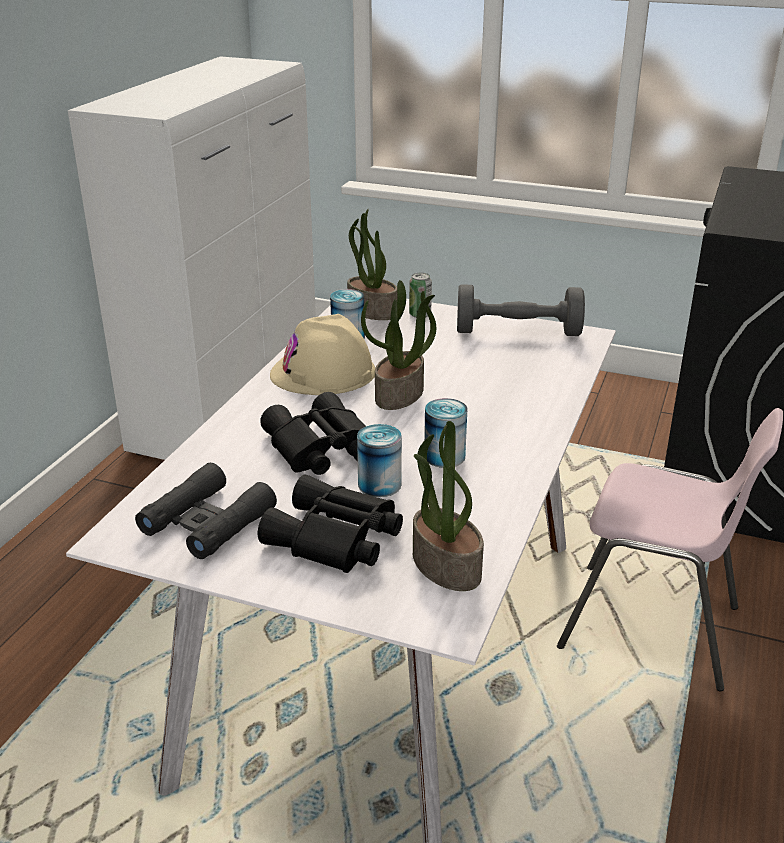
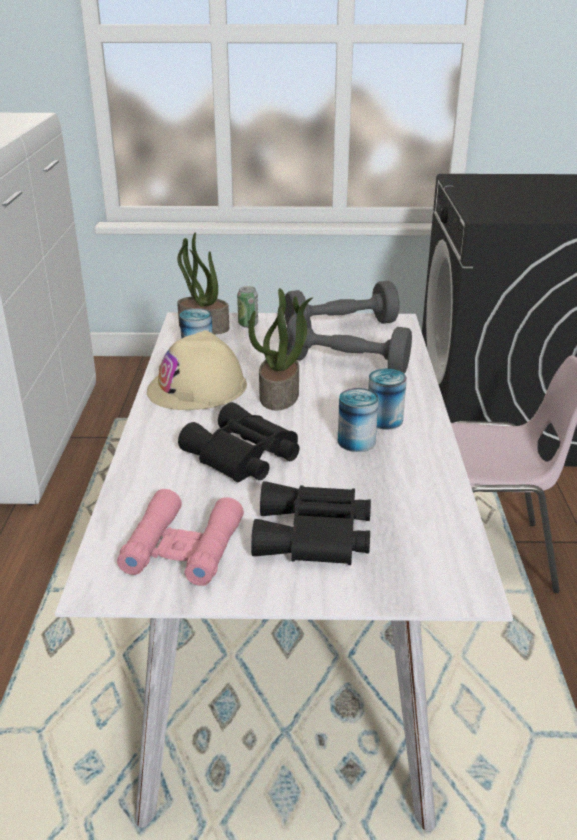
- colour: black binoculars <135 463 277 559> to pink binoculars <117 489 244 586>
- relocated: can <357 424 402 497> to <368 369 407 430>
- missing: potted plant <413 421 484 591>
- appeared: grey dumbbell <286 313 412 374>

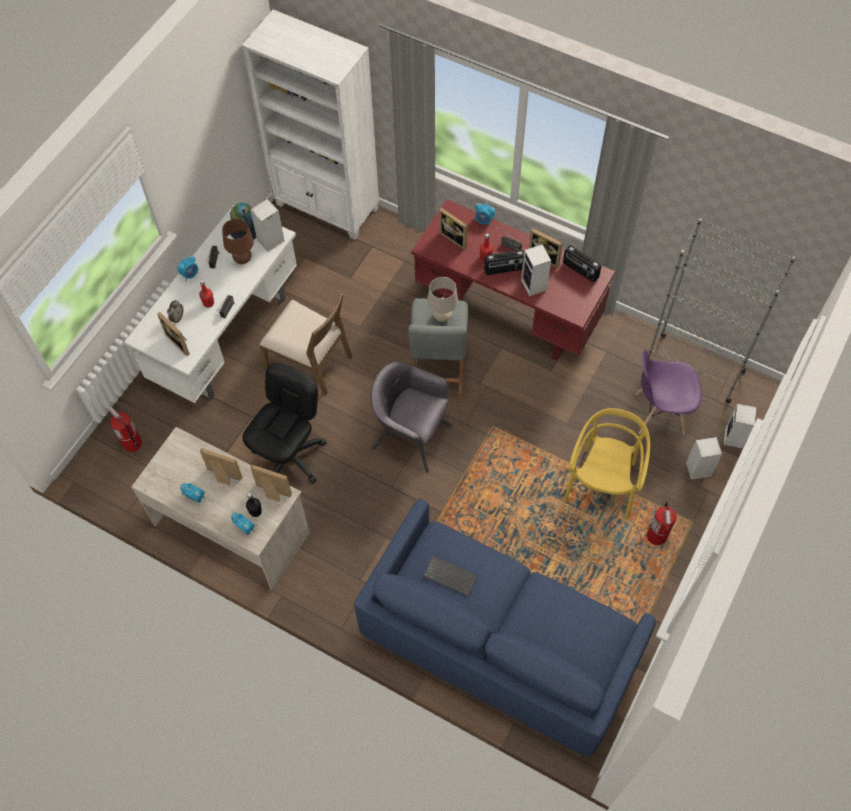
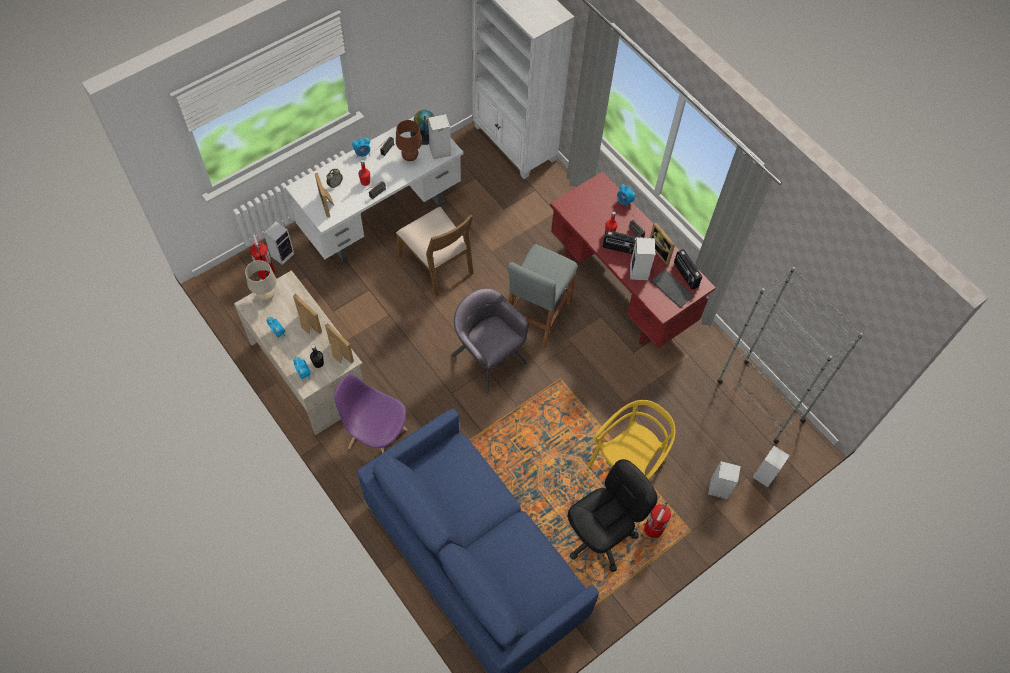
- relocated: black office chair <242 363 327 484> to <567 459 657 572>
- relocated: keyboard <423 556 478 597> to <651 269 694 308>
- relocated: beige table lamp <427 277 458 322> to <245 260 276 301>
- missing: picture frame <439 208 468 250>
- relocated: purple chair <635 349 702 434> to <334 374 407 453>
- appeared: speaker <264 221 295 265>

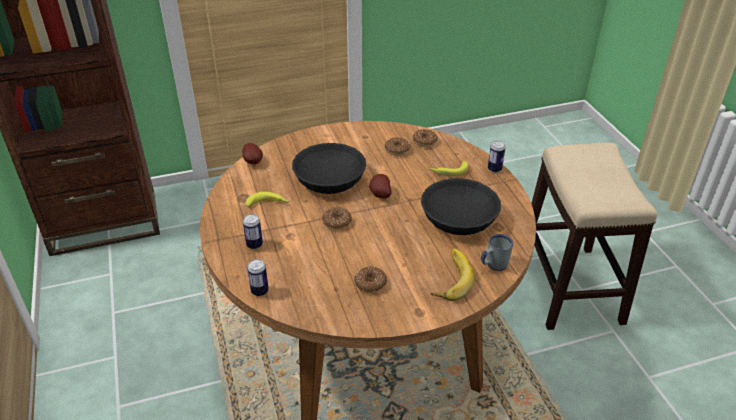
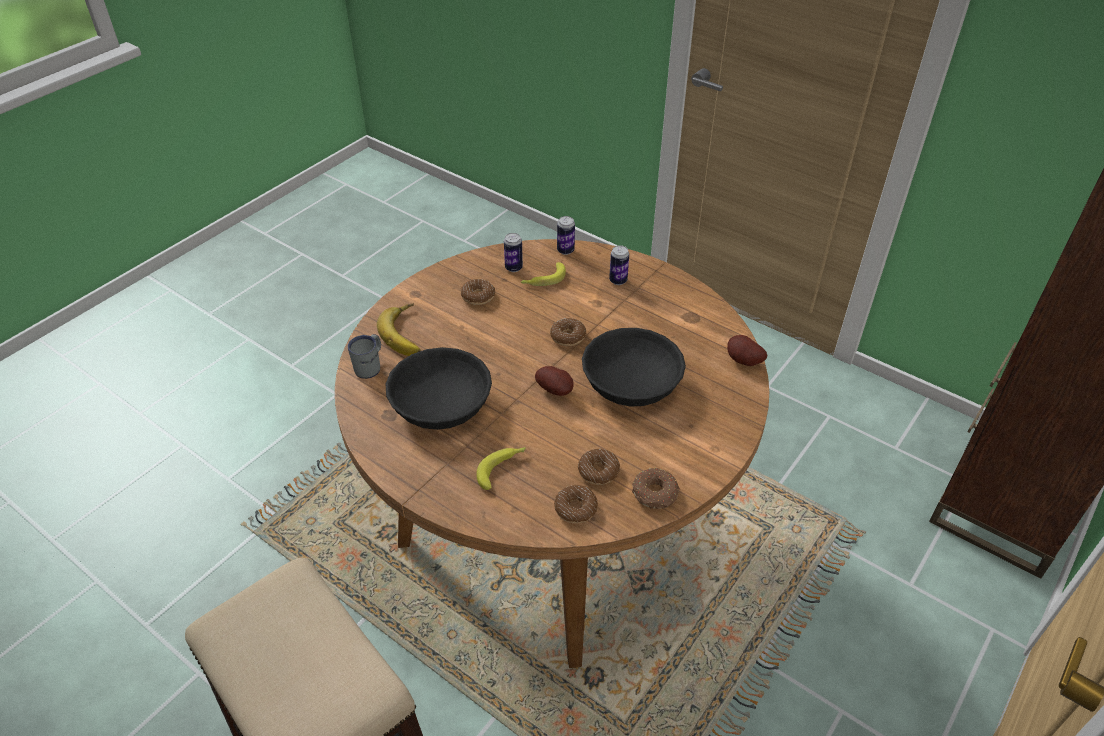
- relocated: banana <246 192 290 207> to <521 262 566 286>
- relocated: can <488 141 505 173> to <504 233 523 272>
- appeared: donut <632 467 680 509>

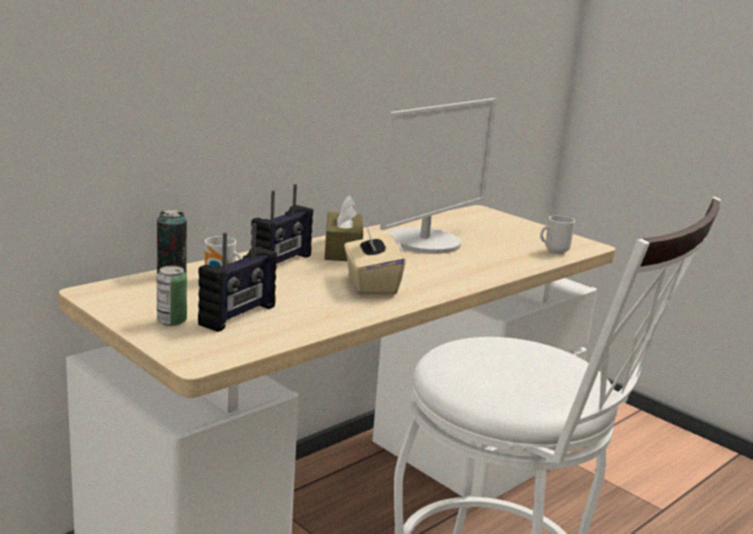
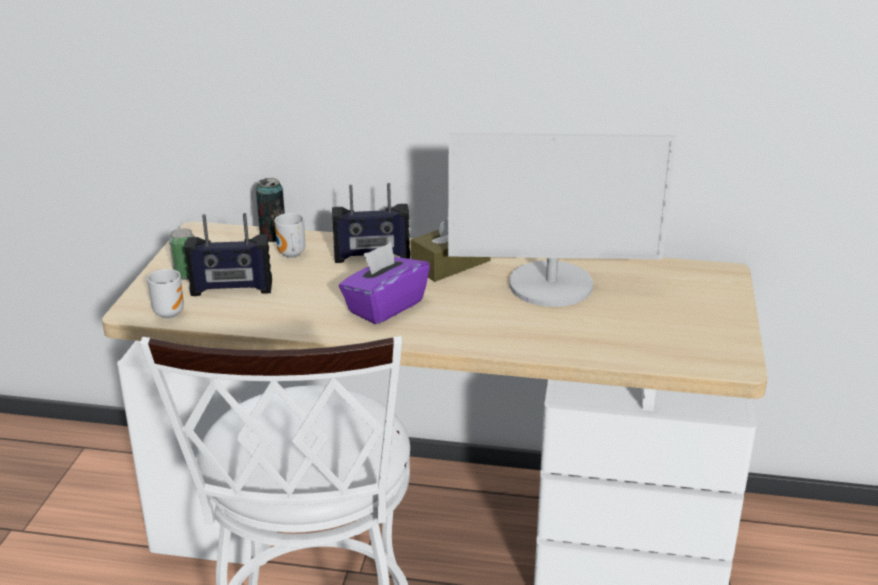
- colour: beige tissue box <344 224 405 295> to purple tissue box <339 242 430 324>
- relocated: mug <540 216 575 254> to <147 269 184 318>

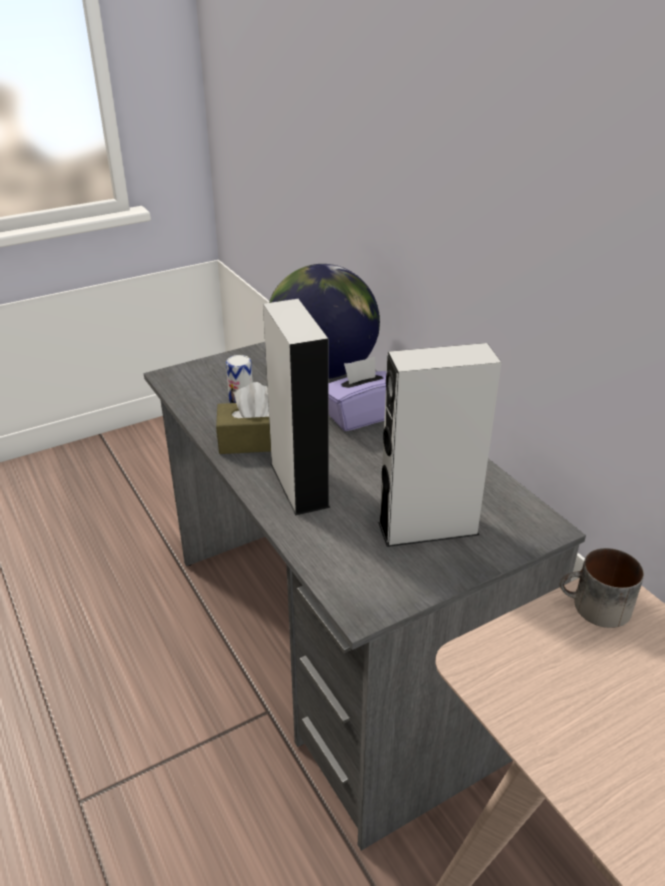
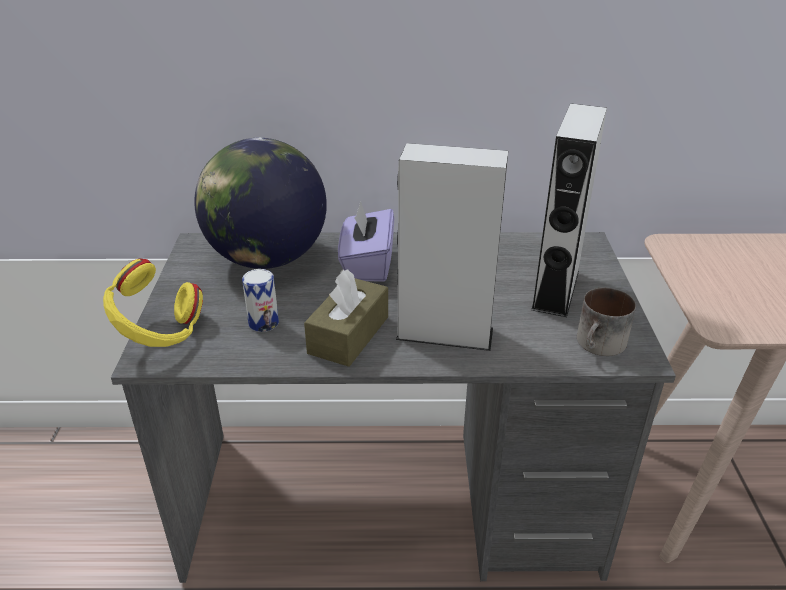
- relocated: mug <560 548 644 628> to <577 287 636 356>
- appeared: yellow headphones <103 258 203 347>

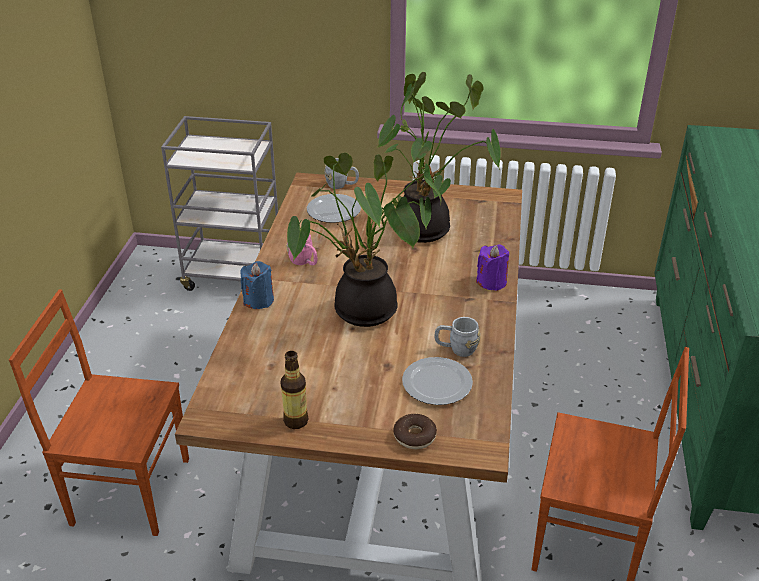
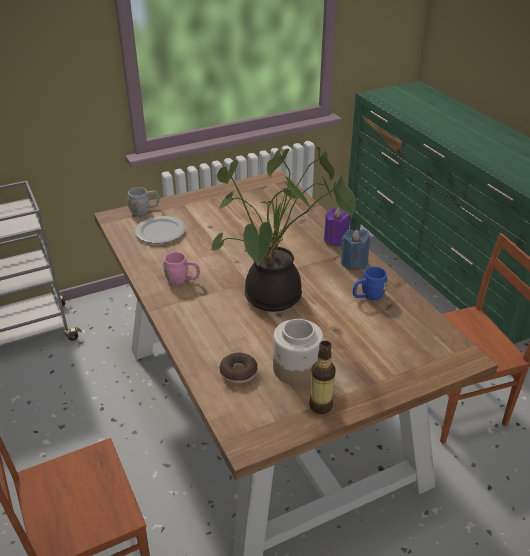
- relocated: blue candle <241 261 274 309> to <341 229 370 270>
- missing: potted plant <377 72 501 243>
- relocated: donut <393 414 437 449> to <219 353 258 383>
- missing: plate <402 357 473 405>
- colour: grey mug <435 317 480 357> to blue mug <353 266 388 300>
- appeared: jar <273 319 323 386>

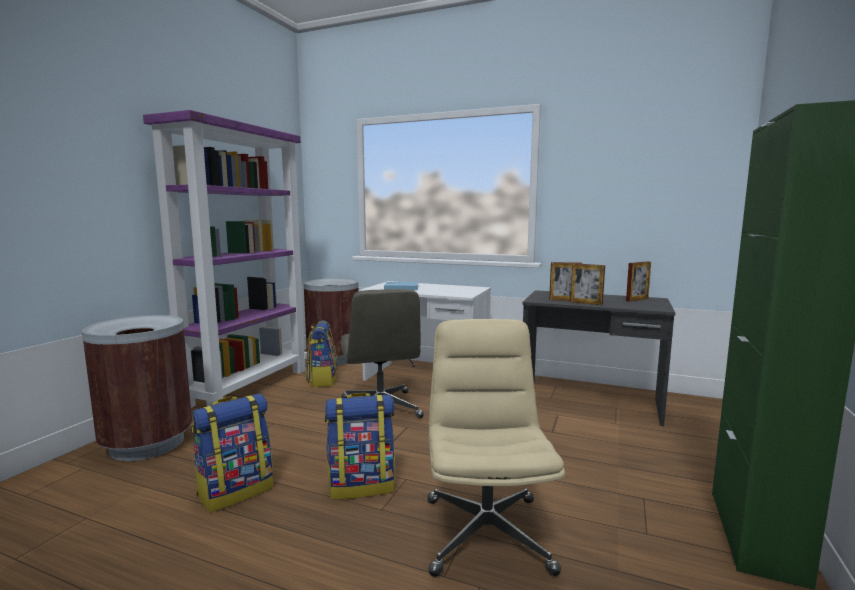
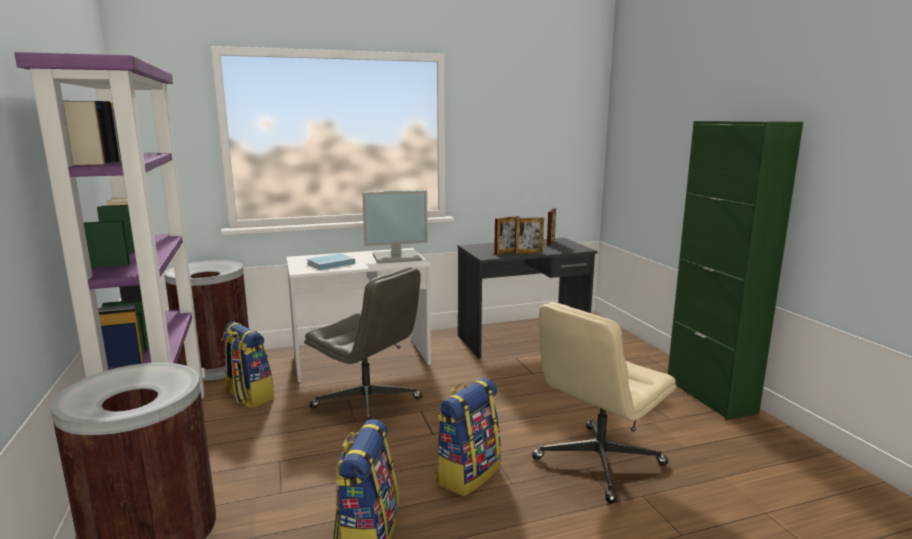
- spun: beige office chair <427 319 565 577> = <532 302 676 503> 90 degrees counterclockwise
- appeared: monitor <362 190 428 264>

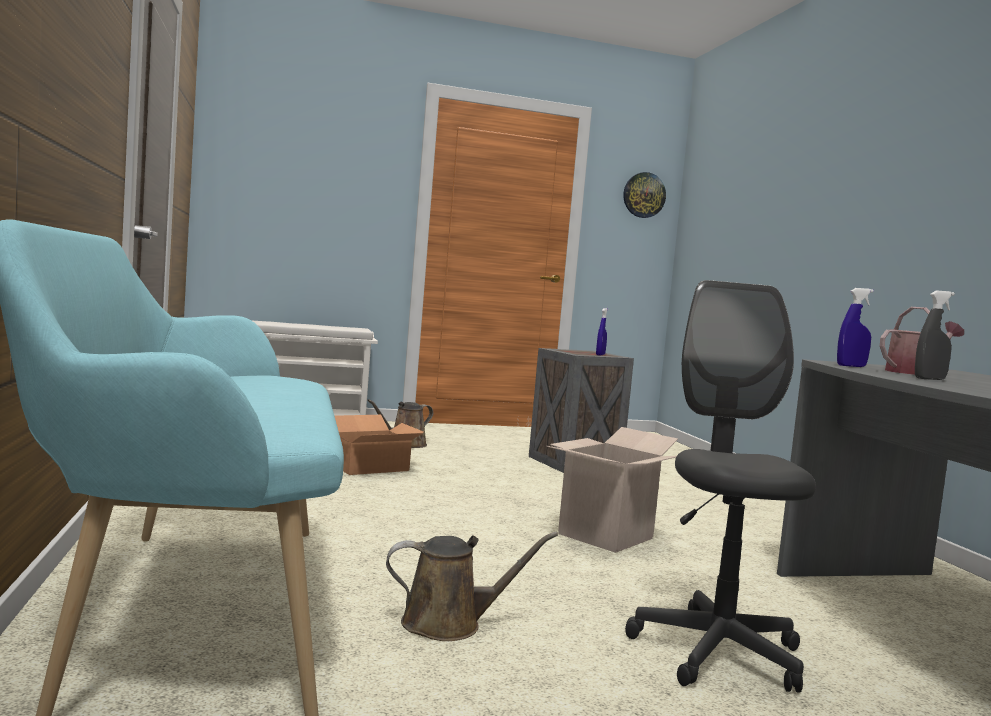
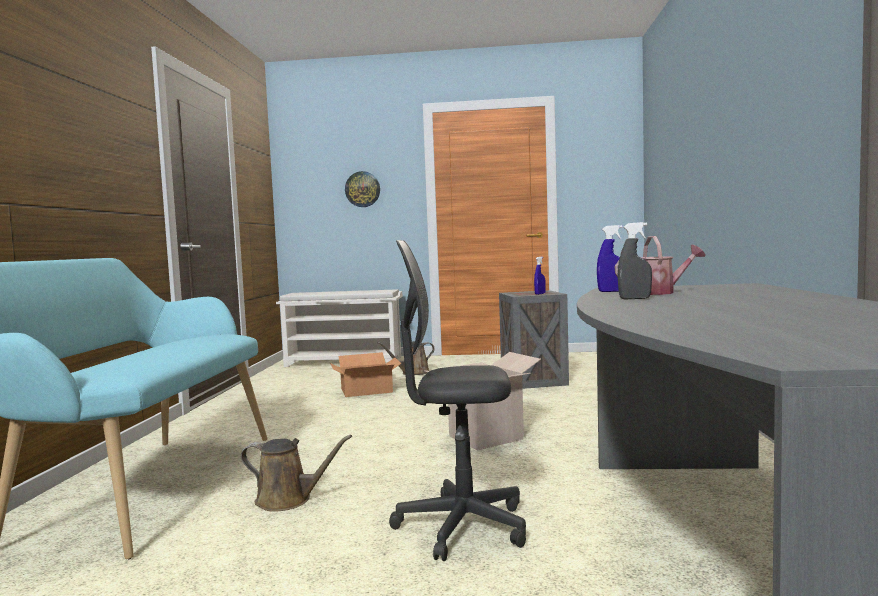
- relocated: wall clock <623 172 666 218> to <345 171 380 207>
- spun: grey office chair <625 280 816 693> = <389 240 526 561> 105 degrees counterclockwise

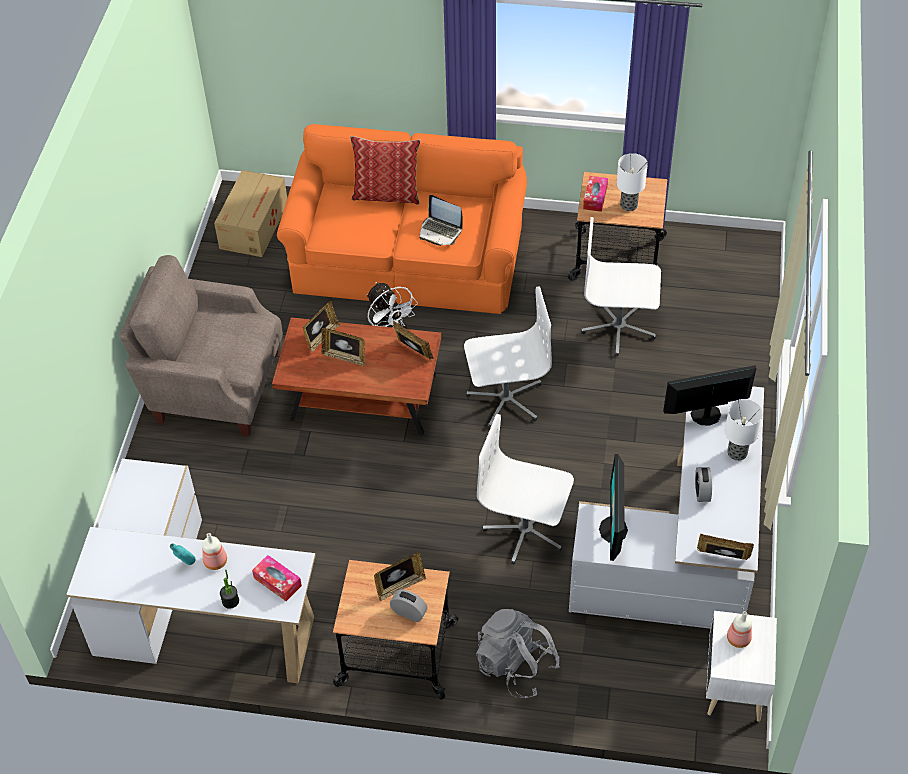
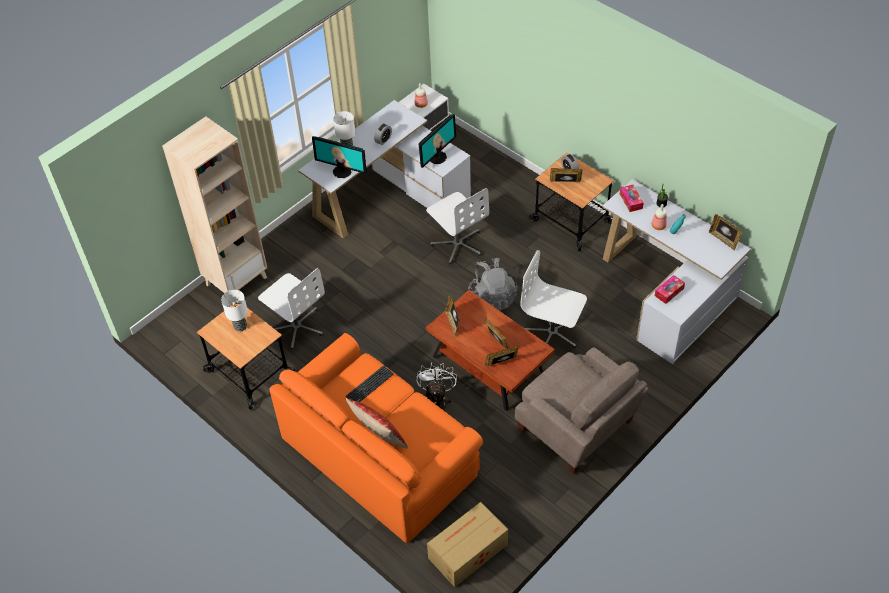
- exchanged: laptop <419 195 463 246> to keyboard <345 365 394 402>
- relocated: white office chair <464 287 552 428> to <520 250 587 348>
- relocated: grey backpack <476 609 560 698> to <468 258 517 311>
- relocated: tissue box <583 176 608 212> to <655 275 685 304>
- relocated: picture frame <697 534 754 560> to <709 214 741 250>
- appeared: beige bookcase <162 117 267 293>

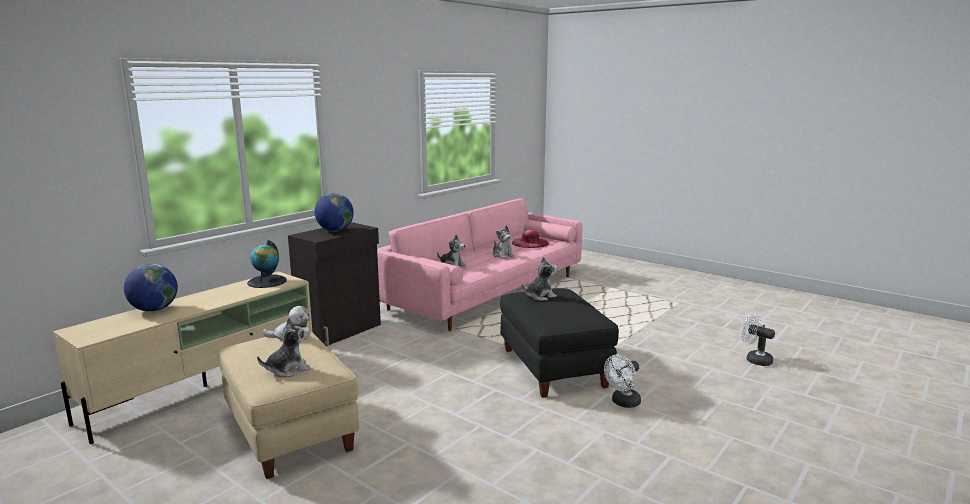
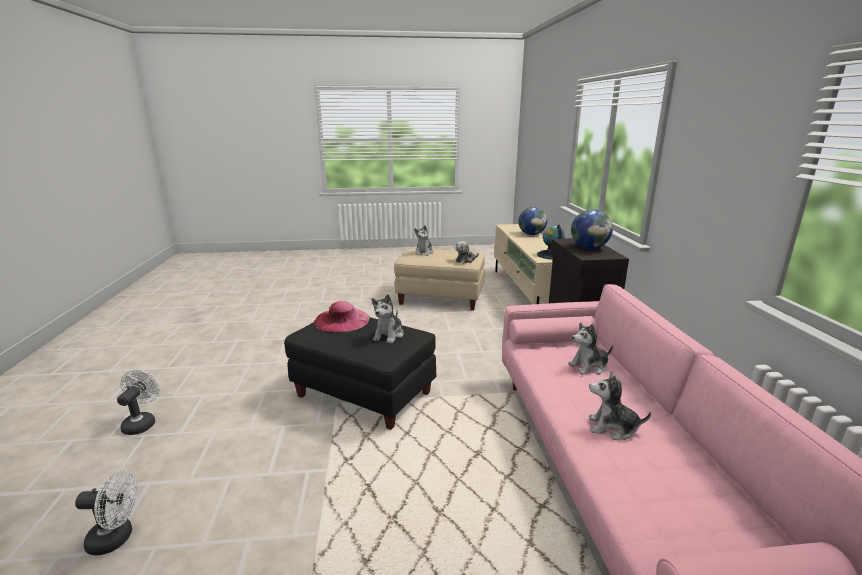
- relocated: pink hat <512 230 549 248> to <314 301 370 333>
- relocated: white fan <604 355 641 408> to <117 370 159 435>

